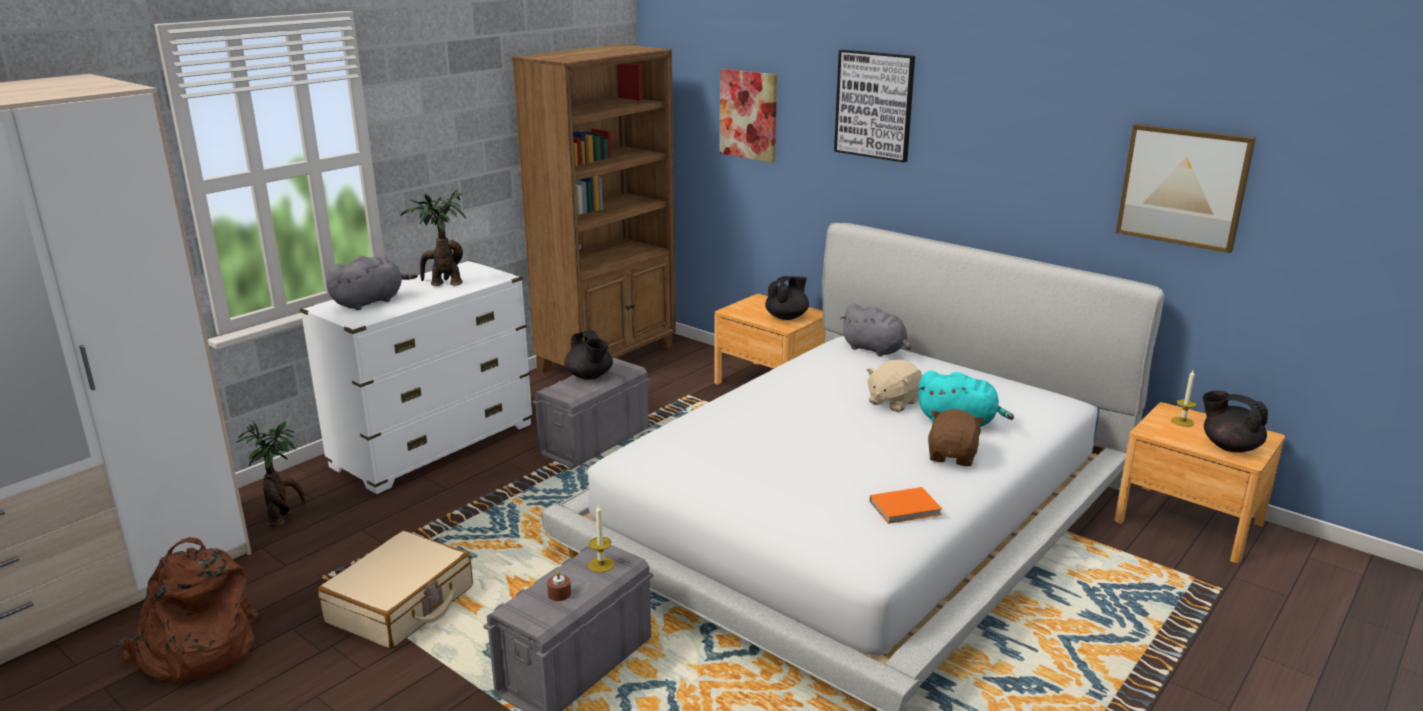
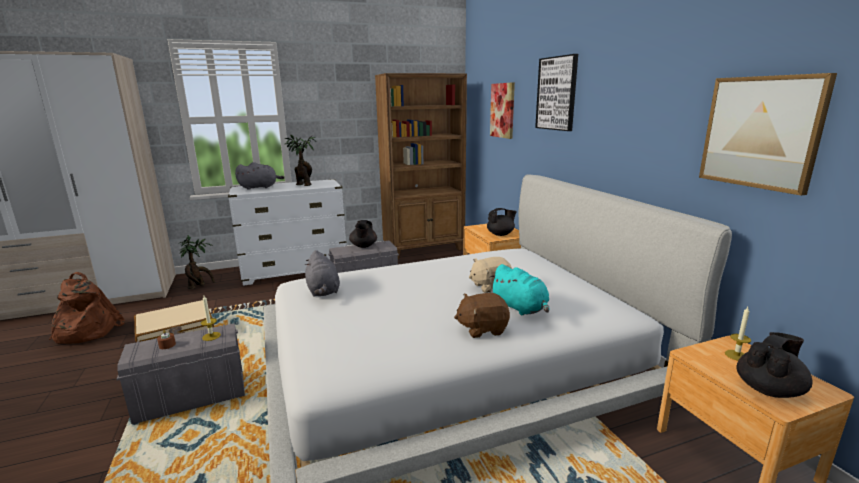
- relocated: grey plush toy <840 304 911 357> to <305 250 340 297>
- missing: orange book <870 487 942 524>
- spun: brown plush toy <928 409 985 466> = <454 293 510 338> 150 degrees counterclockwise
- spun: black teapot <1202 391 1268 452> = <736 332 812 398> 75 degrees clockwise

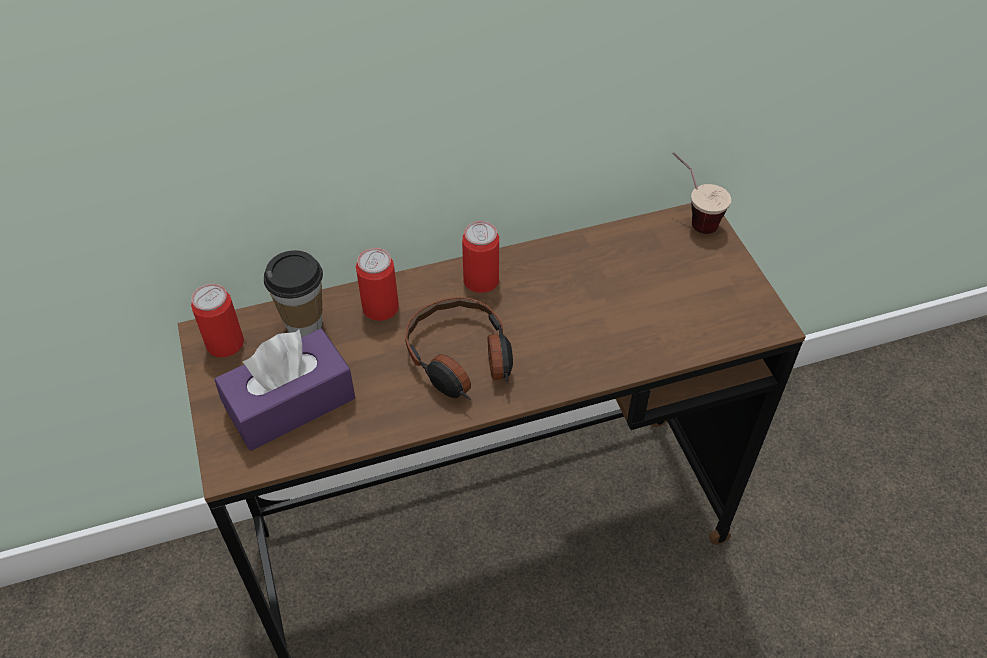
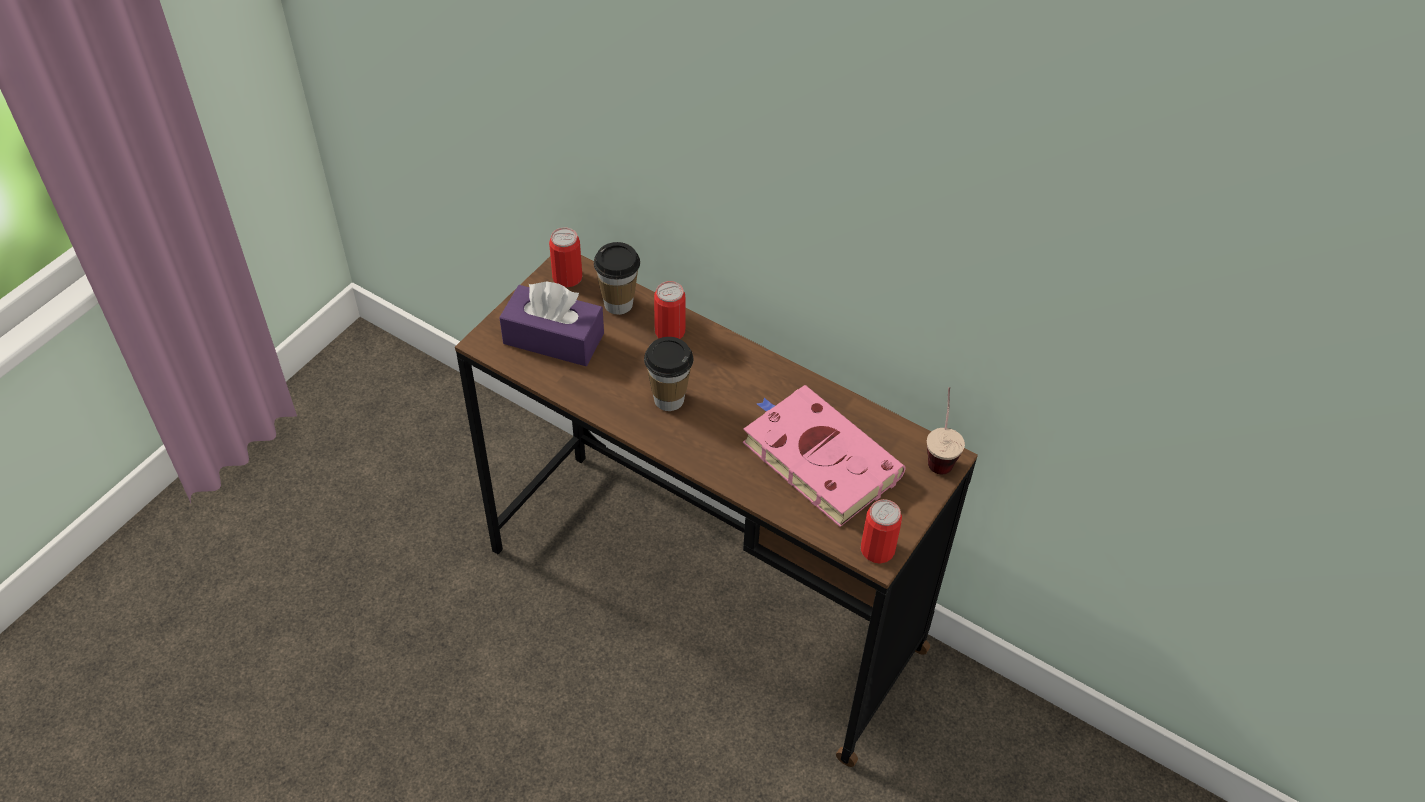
- exchanged: headphones <405 297 513 400> to cup <644 337 693 411>
- relocated: can <462 221 499 293> to <861 499 902 563>
- appeared: pink book <743 385 906 527>

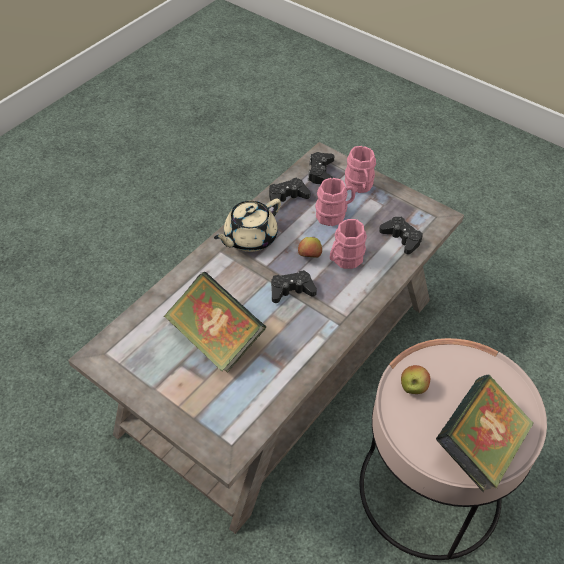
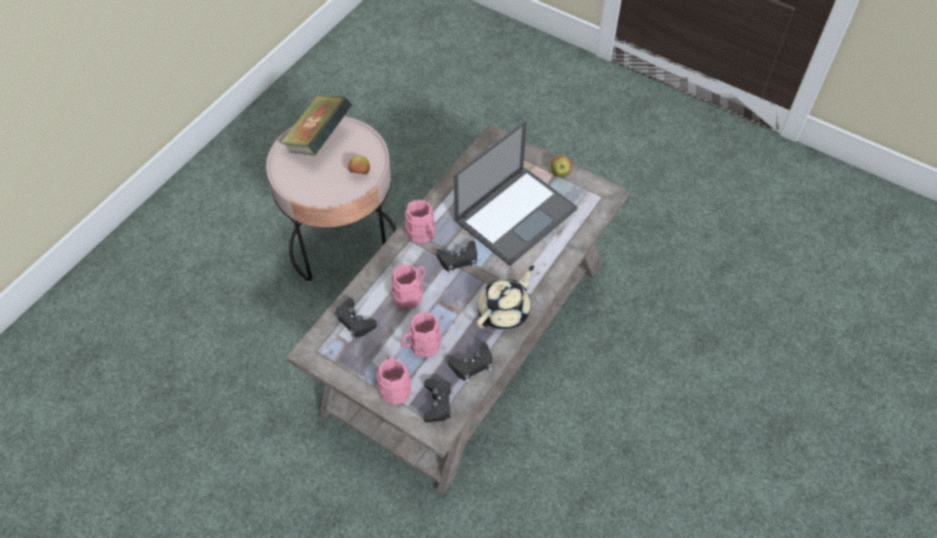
- exchanged: book <164 272 266 372> to laptop <454 120 578 266>
- relocated: apple <298 237 322 258> to <551 156 572 177>
- appeared: pink mug <405 200 435 243>

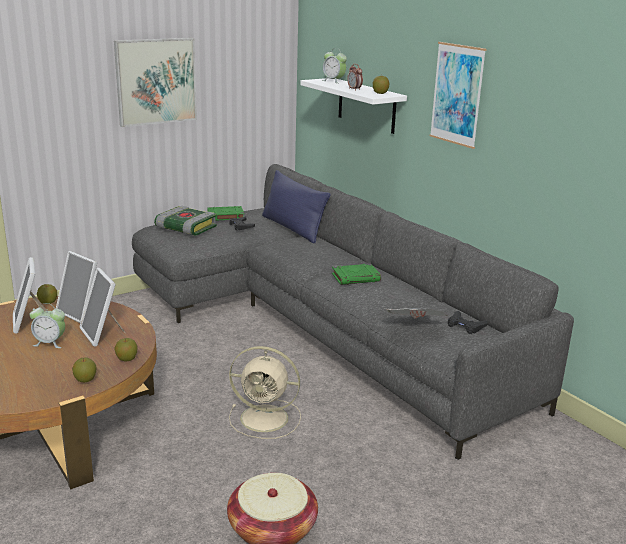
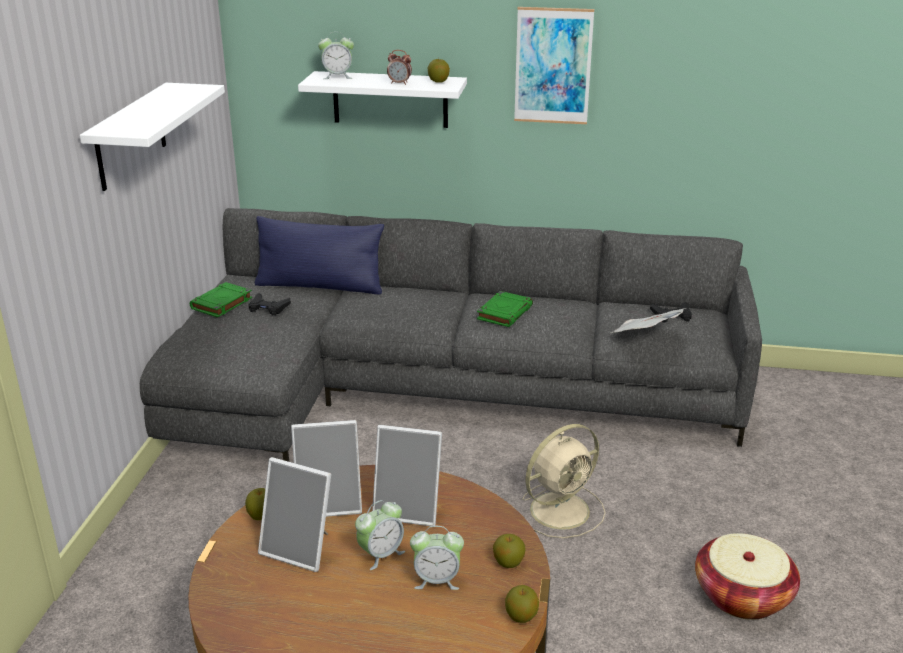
- exchanged: picture <114 38 197 127> to white shelf <80 83 225 191>
- relocated: apple <114 338 138 361> to <505 585 539 623>
- missing: book <154 206 217 236>
- appeared: alarm clock <410 526 464 590>

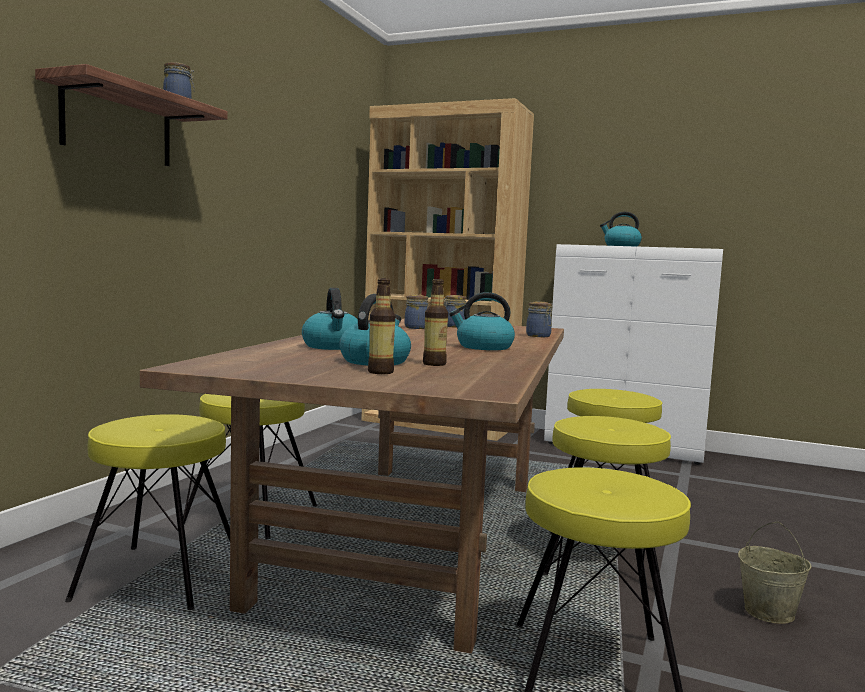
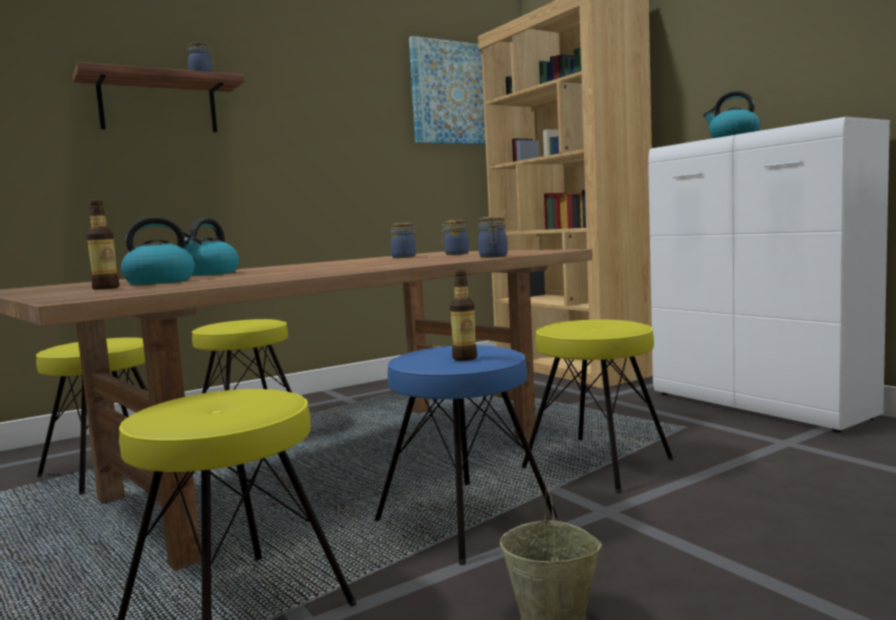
- relocated: bottle <423 279 448 366> to <450 270 477 361>
- missing: kettle <449 292 515 350>
- colour: yellow stool <543 416 671 593> to blue stool <374 345 558 565>
- appeared: picture <409 36 486 145>

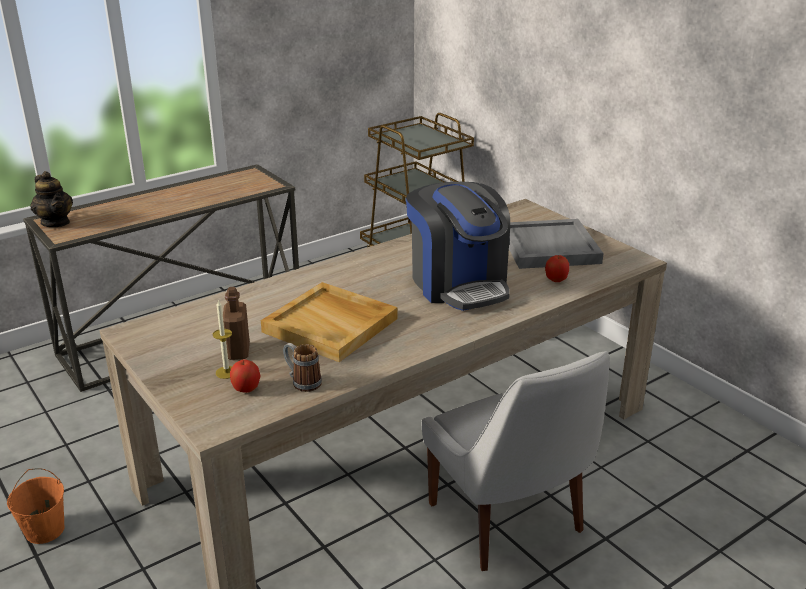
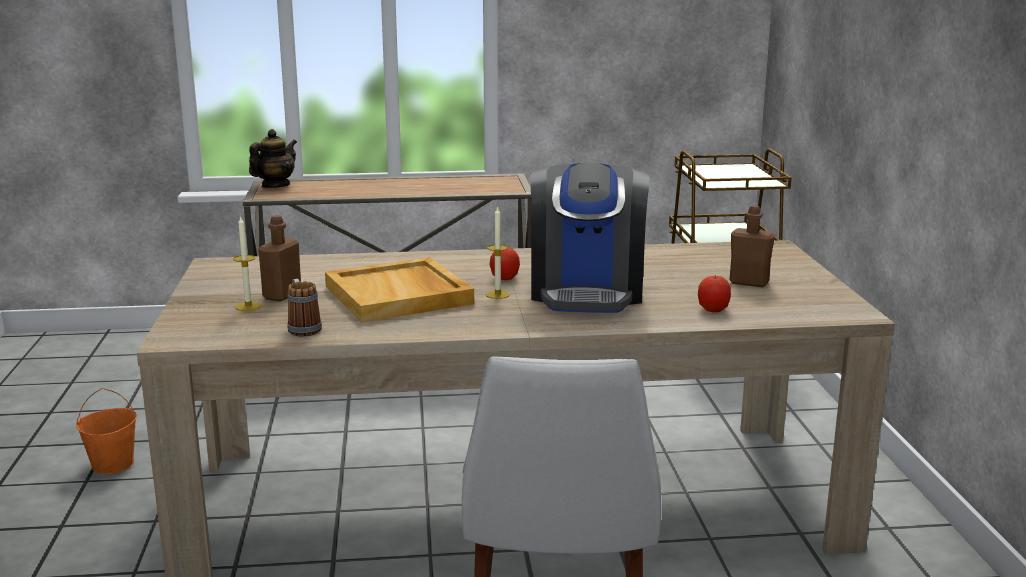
- spun: teapot <30 171 73 227> = <249 129 297 188> 135 degrees counterclockwise
- relocated: apple <230 359 261 393> to <489 247 520 280>
- exchanged: grey tray <509 219 604 269> to brown bottle <729 205 775 287>
- appeared: candle <486 206 510 299>

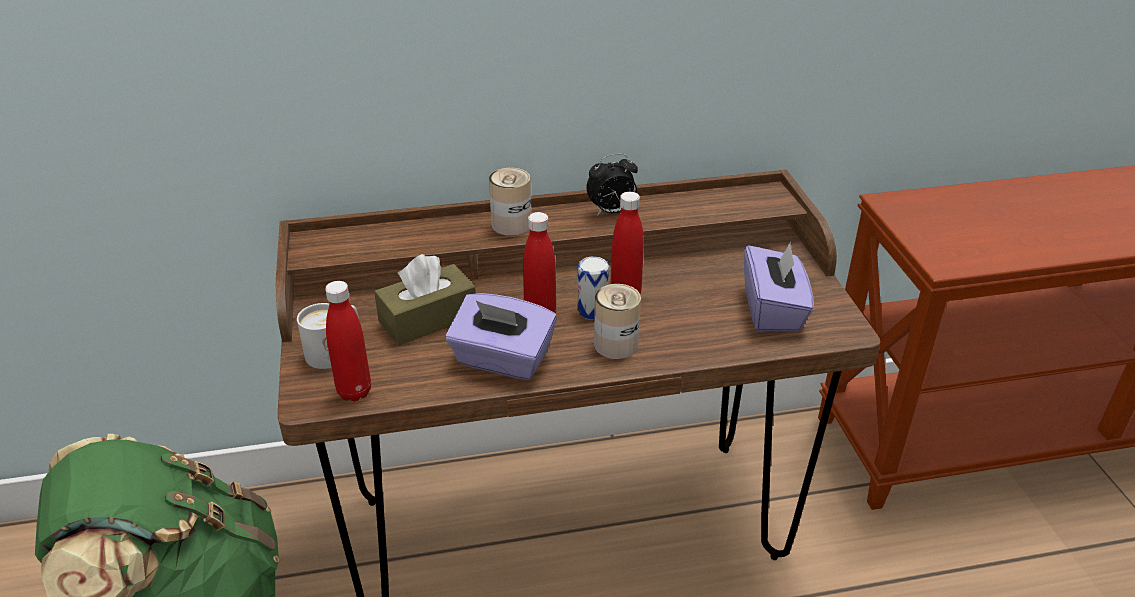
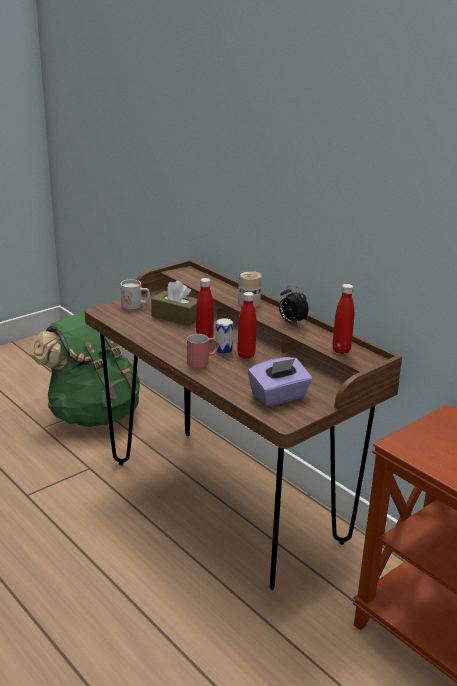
- relocated: red bottle <325 281 371 401> to <332 284 354 354>
- missing: purple tissue box <446 293 557 380>
- exchanged: can <594 284 641 359> to red mug <187 334 219 368>

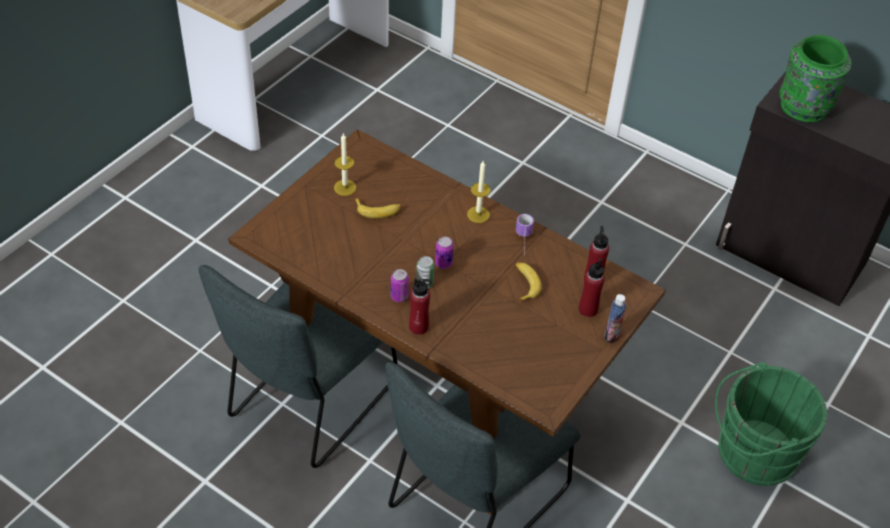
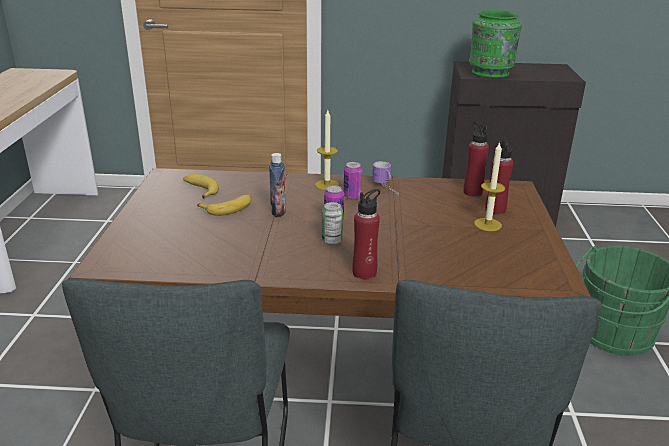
- relocated: candle <334 133 356 196> to <474 141 505 231>
- relocated: can <391 269 409 302> to <344 162 363 199>
- relocated: banana <516 262 542 302> to <183 174 219 199>
- relocated: bottle <605 294 627 343> to <269 153 286 217>

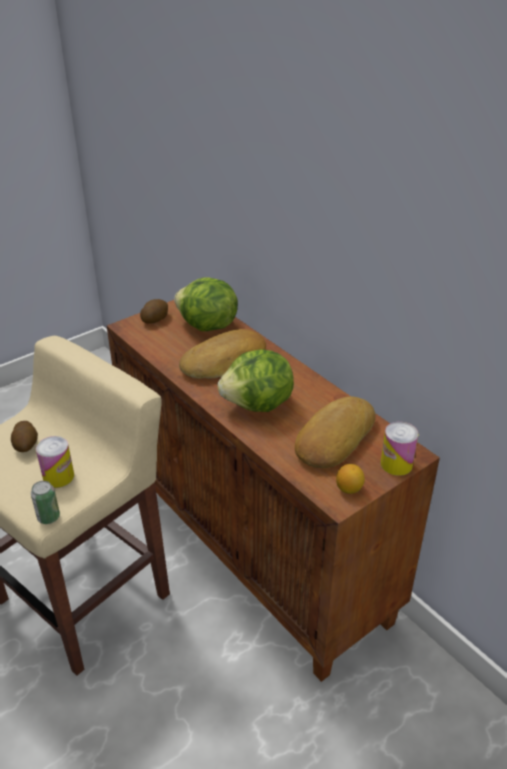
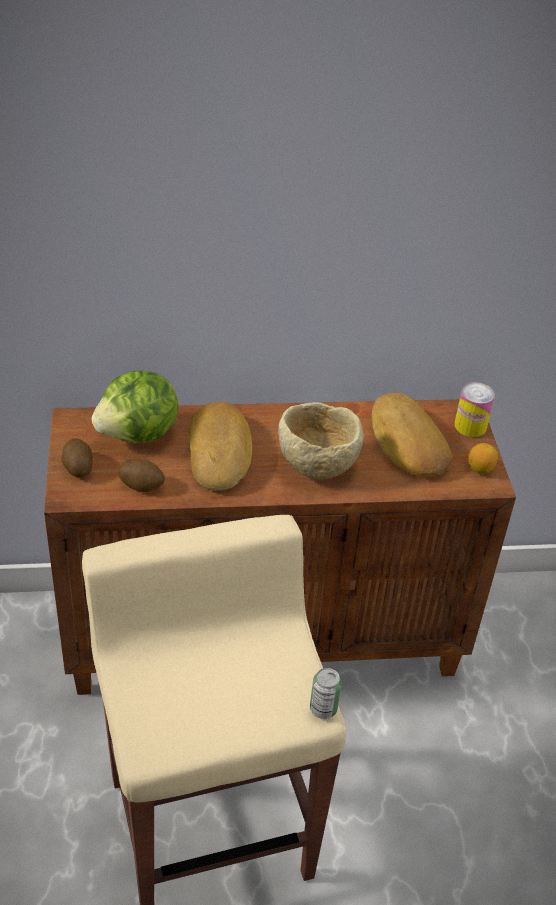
- relocated: potato <11 421 38 452> to <118 459 165 492>
- missing: can <36 436 74 488>
- exchanged: lettuce <218 349 294 412> to beige bowl <278 402 364 480>

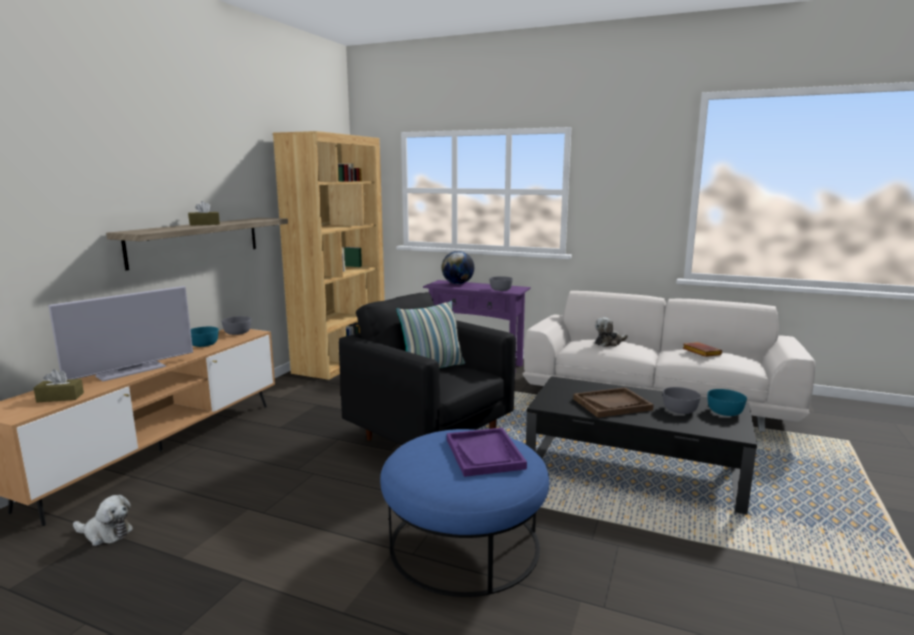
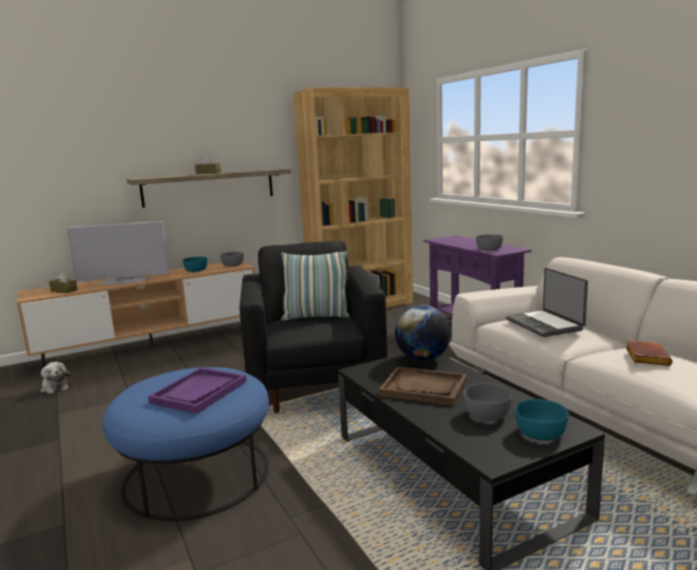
- relocated: globe <441 251 474 284> to <395 305 451 361>
- exchanged: plush toy <595 317 628 347> to laptop <506 268 588 337>

